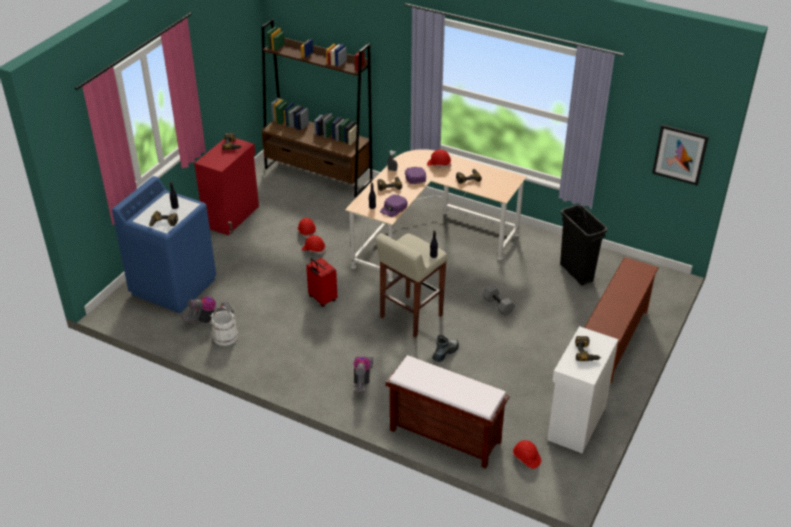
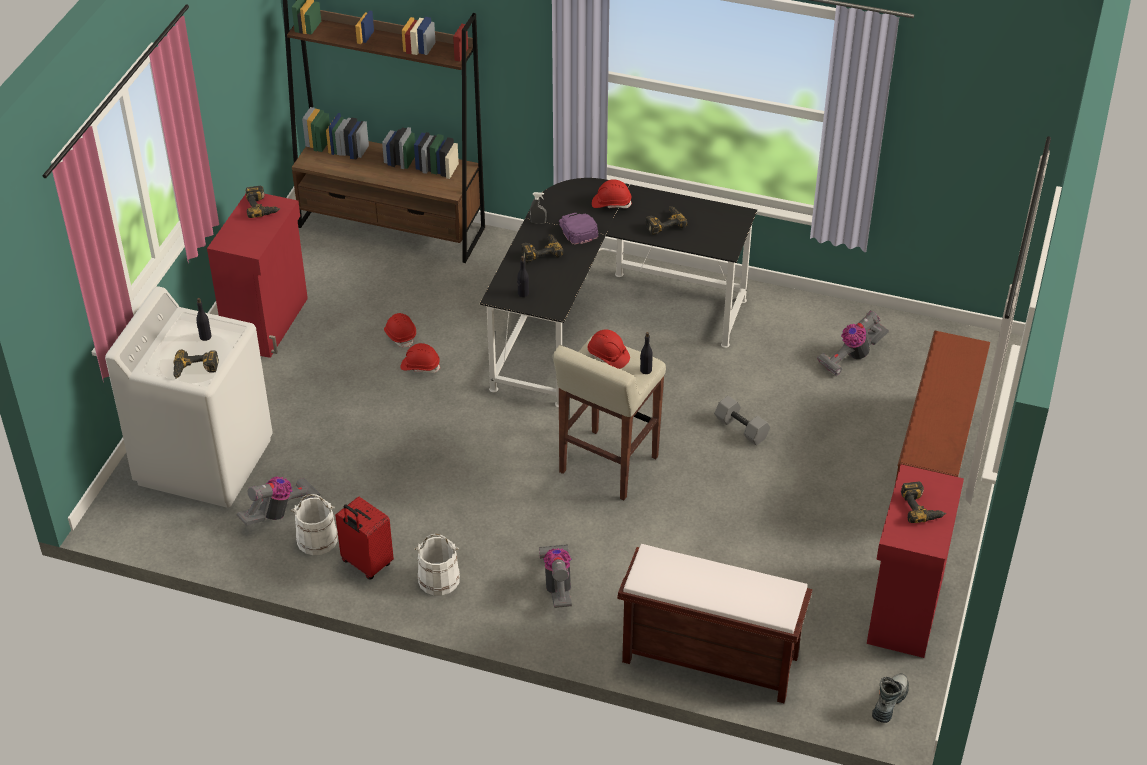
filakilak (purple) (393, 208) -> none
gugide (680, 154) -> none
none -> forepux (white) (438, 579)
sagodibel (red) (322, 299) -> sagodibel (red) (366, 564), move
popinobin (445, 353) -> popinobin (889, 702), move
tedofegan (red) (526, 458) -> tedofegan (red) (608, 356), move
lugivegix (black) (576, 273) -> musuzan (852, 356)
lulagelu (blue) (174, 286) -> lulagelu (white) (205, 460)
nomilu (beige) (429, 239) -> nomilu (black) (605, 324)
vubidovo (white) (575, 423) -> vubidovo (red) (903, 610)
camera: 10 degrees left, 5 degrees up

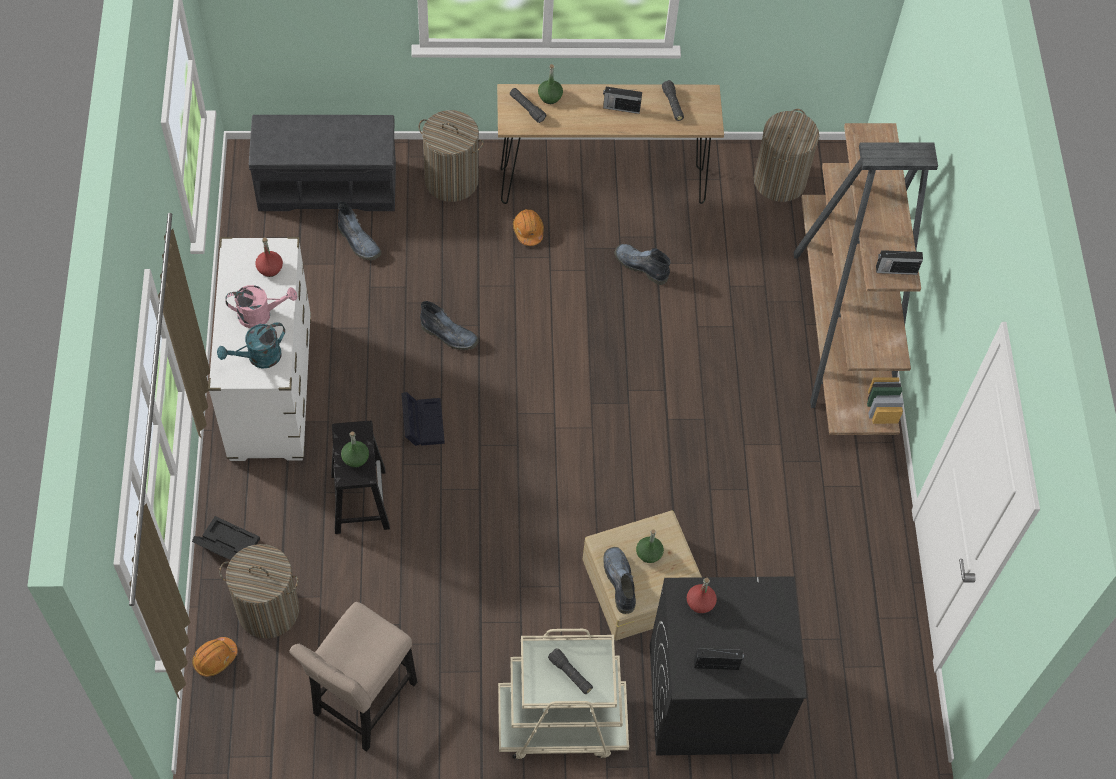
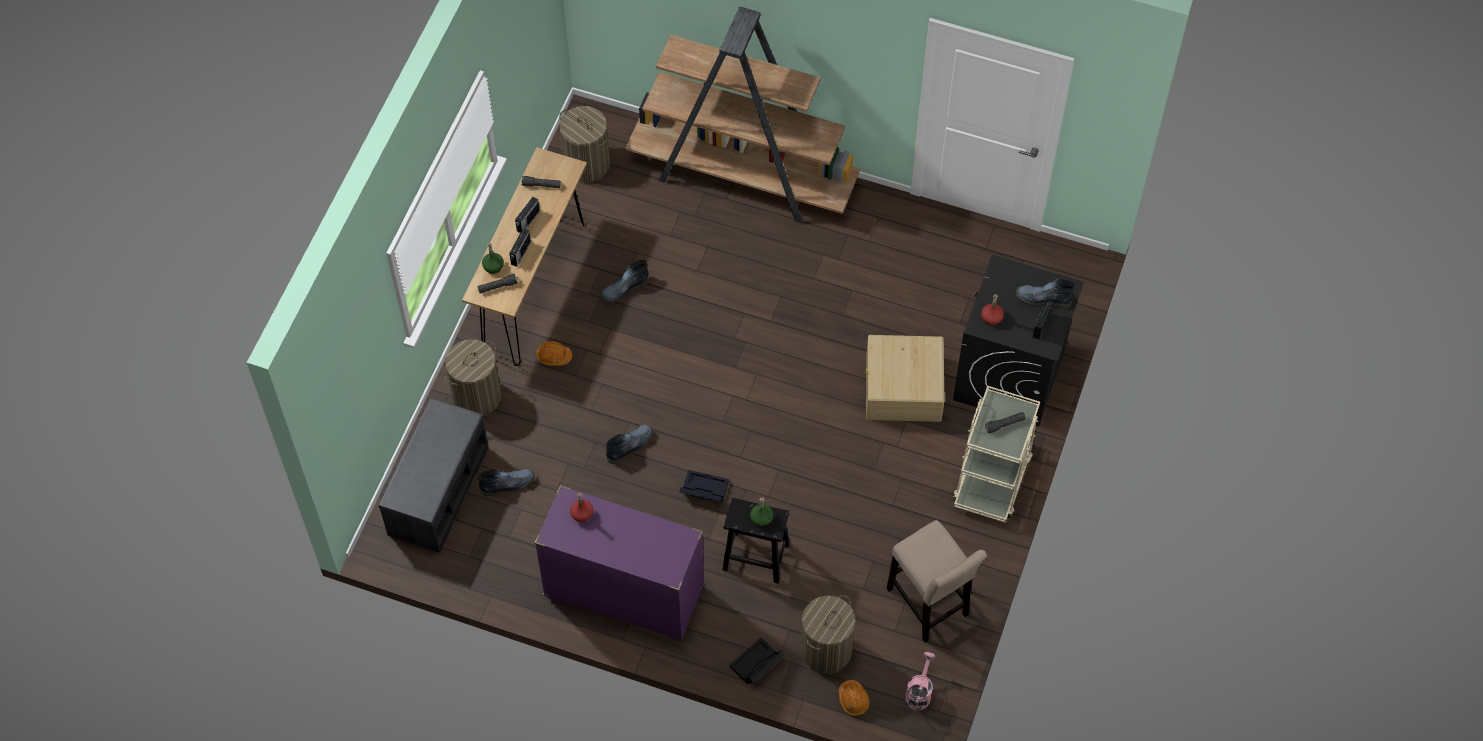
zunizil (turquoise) (258, 358) -> none
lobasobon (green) (649, 553) -> none
zunizil (pink) (261, 315) -> zunizil (pink) (919, 692), move
popinobin (619, 581) -> popinobin (1042, 298), move
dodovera (895, 270) -> dodovera (520, 253), move
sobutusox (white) (270, 388) -> sobutusox (purple) (624, 592)
camera: 65 degrees left, 0 degrees up

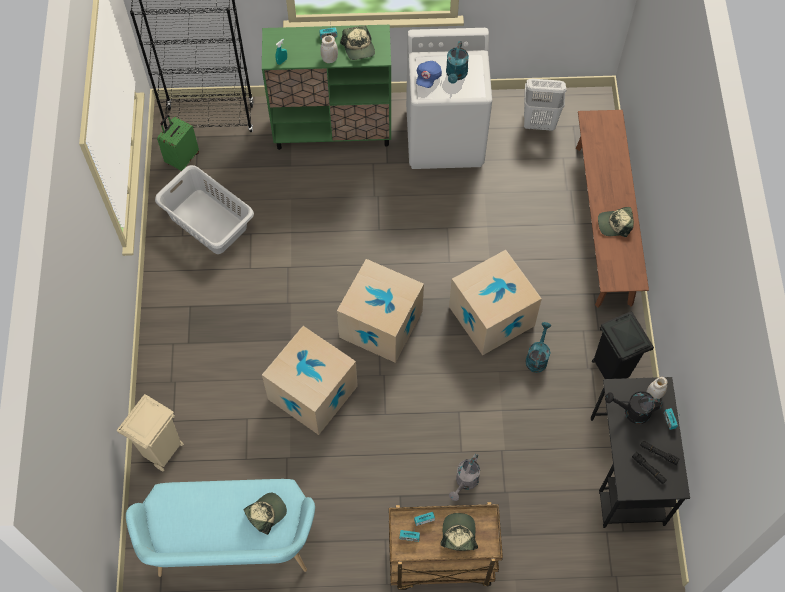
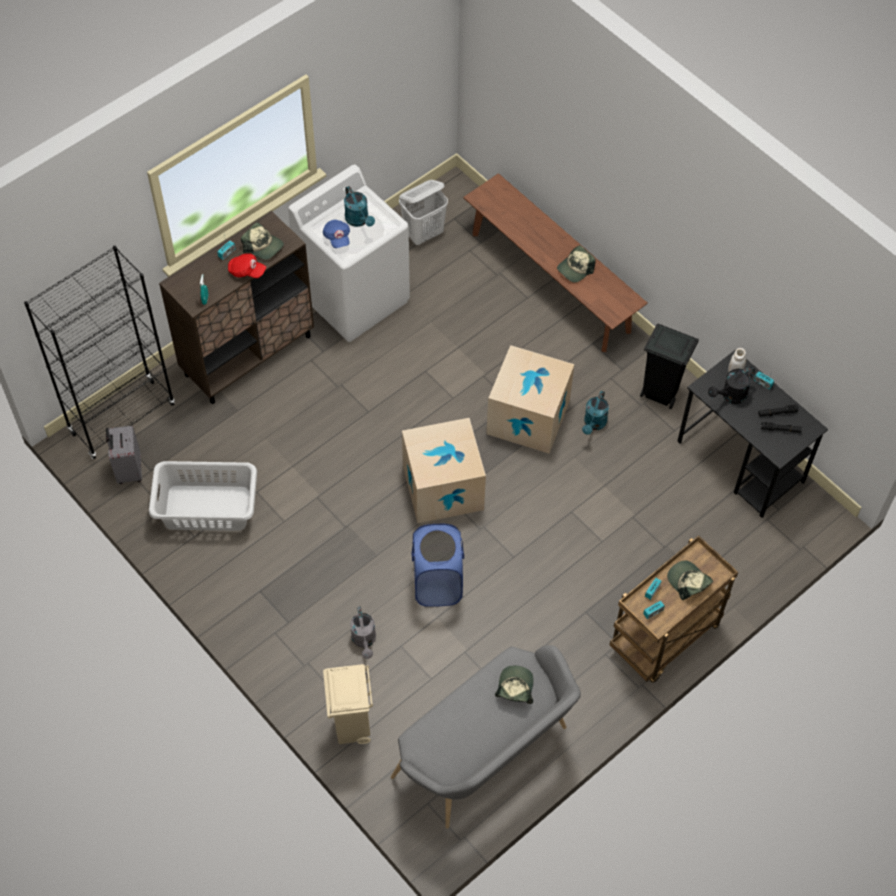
zunizil (grey) (465, 482) -> zunizil (grey) (364, 640), move
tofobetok (312, 392) -> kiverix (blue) (437, 584)
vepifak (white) (329, 59) -> filakilak (red) (246, 271)
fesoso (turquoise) (232, 546) -> fesoso (grey) (487, 756)
sagodibel (green) (182, 158) -> sagodibel (grey) (128, 470)
vubidovo (green) (333, 130) -> vubidovo (brown) (248, 355)
zunizil (turquoise) (537, 357) -> zunizil (turquoise) (594, 424), 135 degrees counterclockwise
camera: 40 degrees left, 5 degrees down

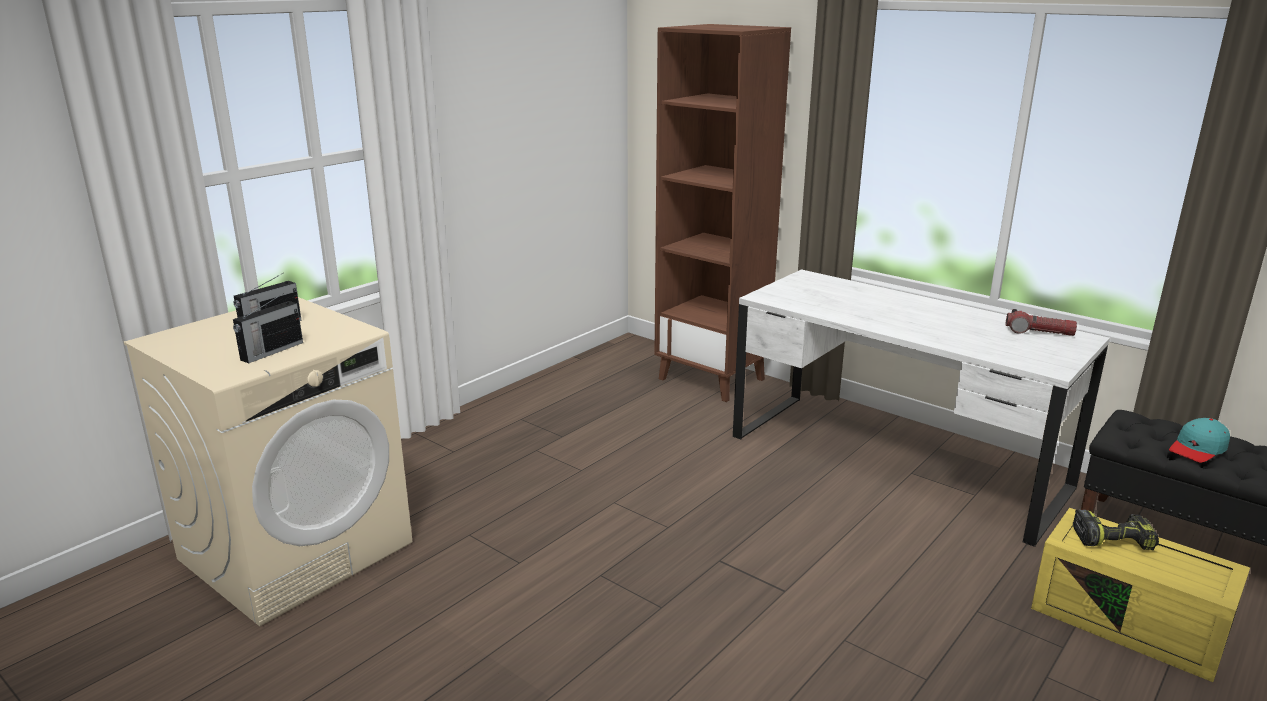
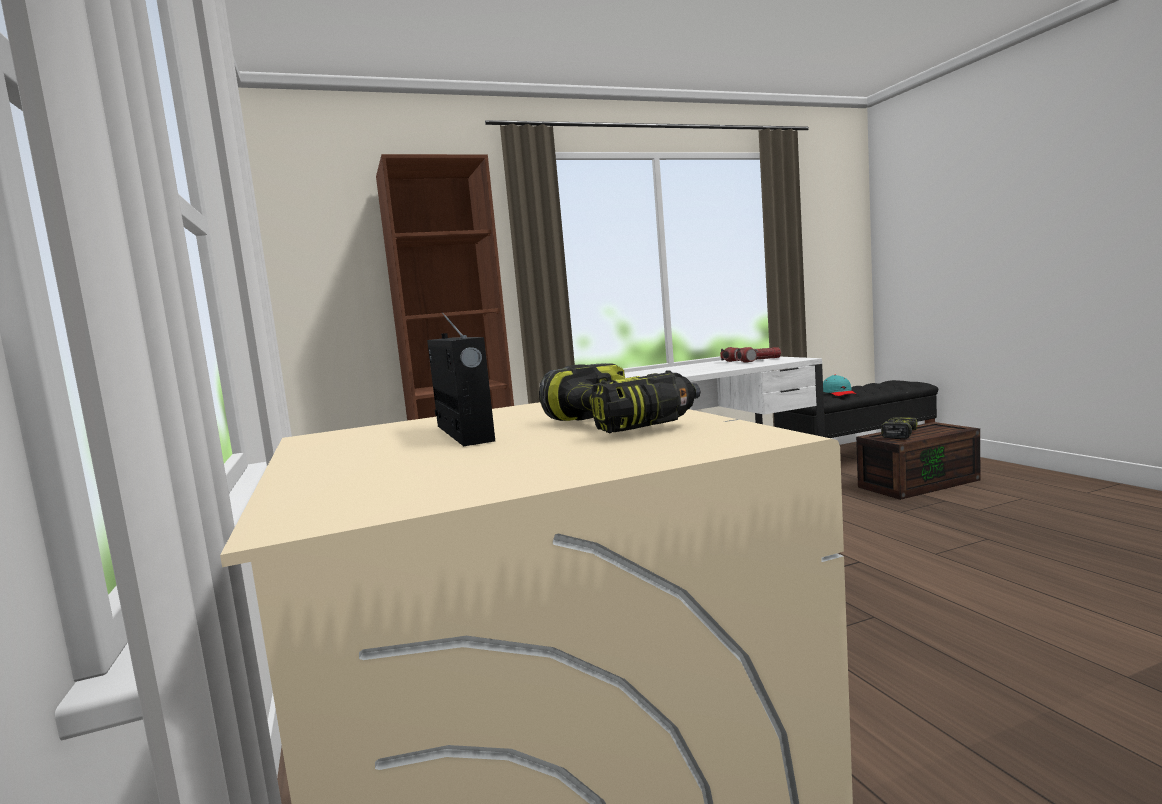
none -> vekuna (759, 360)
dodovera (271, 351) -> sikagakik (620, 423)
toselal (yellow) (1131, 621) -> toselal (brown) (918, 483)
camera: 60 degrees left, 15 degrees down

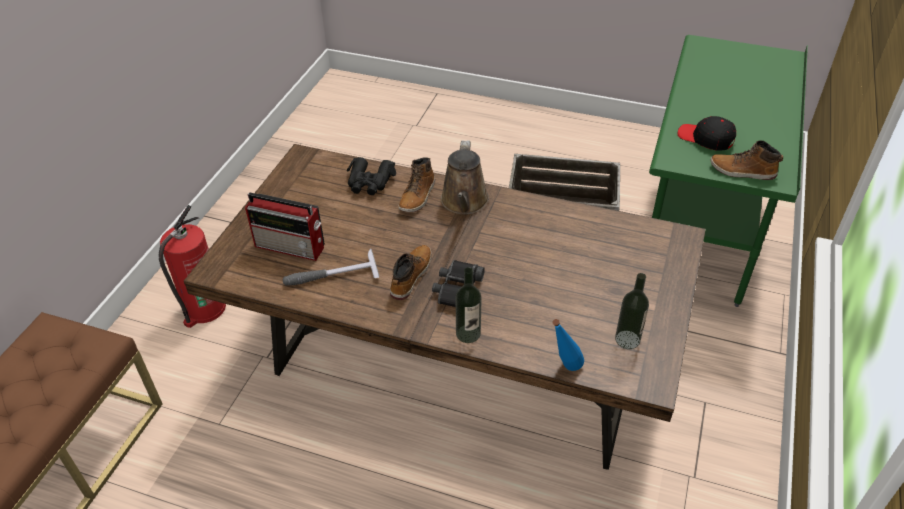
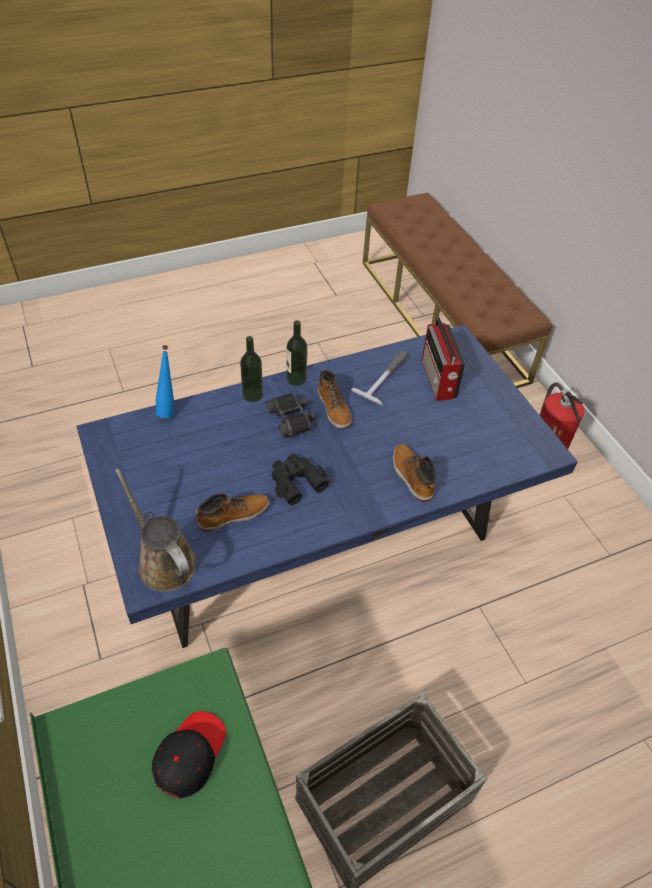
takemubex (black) (369, 182) -> takemubex (black) (296, 481), move
zunizil (brown) (464, 202) -> zunizil (brown) (164, 561), move
lobasobon (627, 339) -> lobasobon (296, 379), move
popinobin (742, 171) -> popinobin (233, 515), move
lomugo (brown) (455, 371) -> lomugo (blue) (319, 545)
dodovera (291, 247) -> dodovera (438, 380), 75 degrees counterclockwise
filakilak (black) (706, 138) -> filakilak (black) (189, 755), 60 degrees counterclockwise
camera: 135 degrees right, 5 degrees up

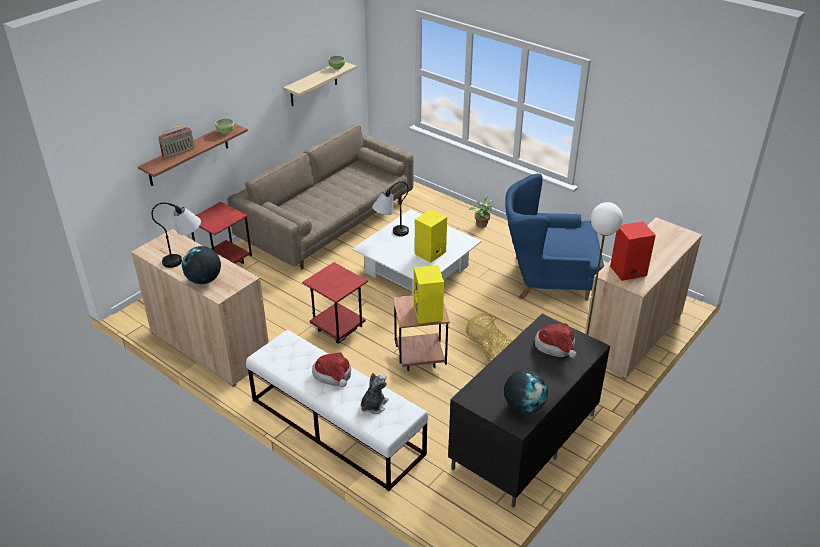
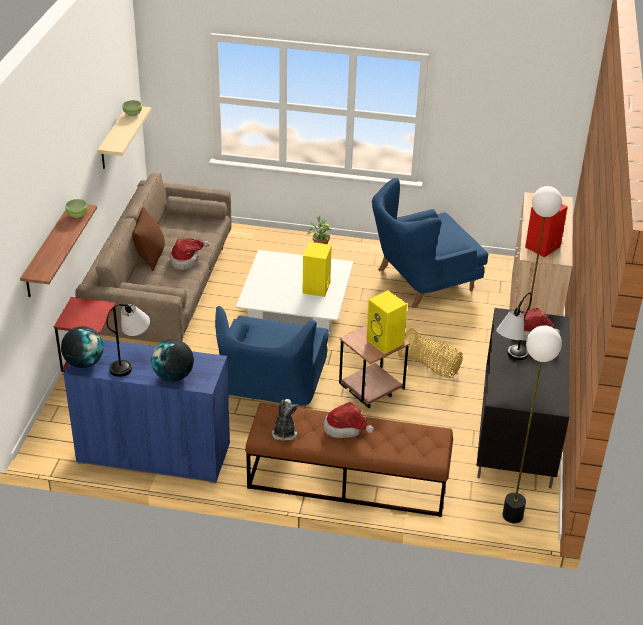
dodovera (178, 152) -> none
none -> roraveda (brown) (150, 257)
none -> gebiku (186, 260)
none -> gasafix (512, 515)
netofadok (373, 405) -> netofadok (284, 433), move
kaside (390, 233) -> kaside (509, 360), move
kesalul (524, 406) -> kesalul (84, 363), move
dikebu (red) (337, 331) -> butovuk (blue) (270, 394)
vubidovo (beige) (210, 346) -> vubidovo (blue) (154, 453)
fesoso (white) (336, 426) -> fesoso (brown) (347, 481)
camera: 30 degrees left, 0 degrees up

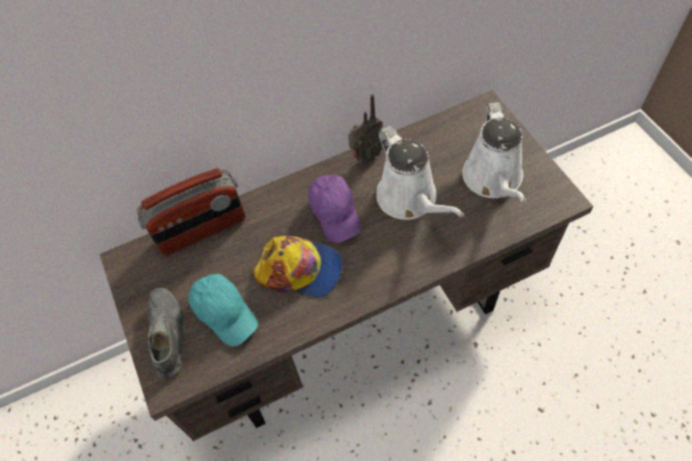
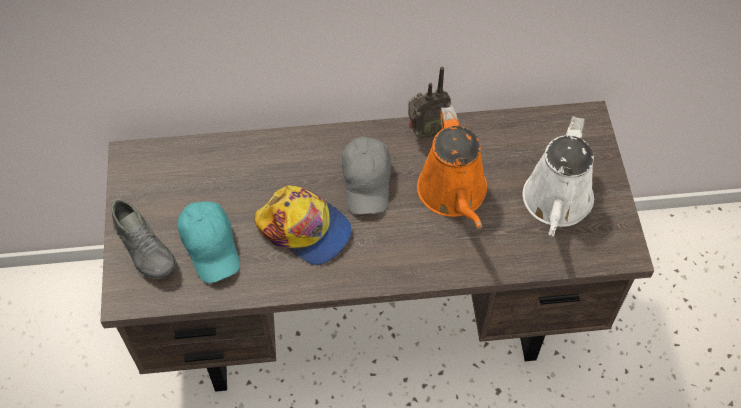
dodovera (202, 230) -> none
filakilak (purple) (335, 213) -> filakilak (grey) (367, 182)
zunizil (white) (410, 199) -> zunizil (orange) (453, 194)
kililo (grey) (167, 335) -> kililo (grey) (145, 248), 135 degrees clockwise
camera: 15 degrees right, 0 degrees up

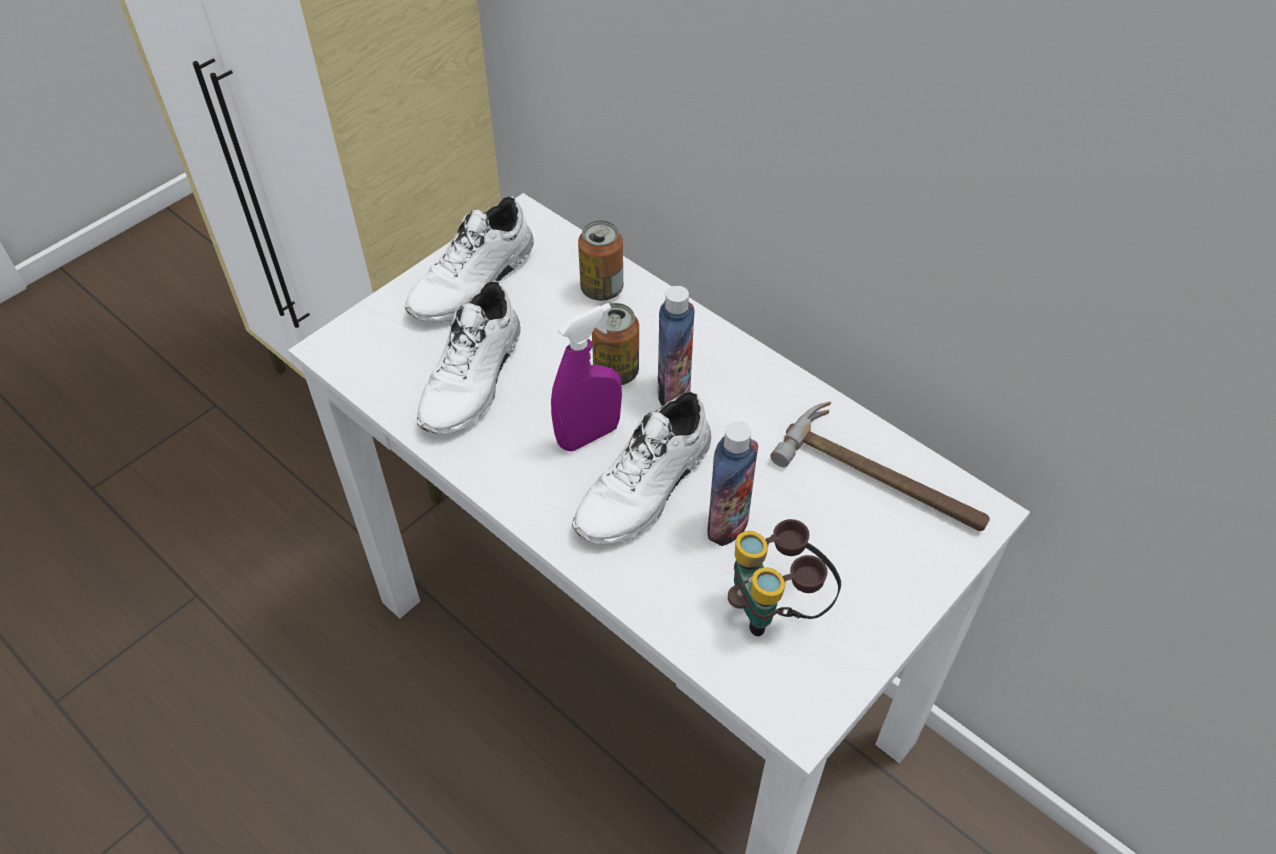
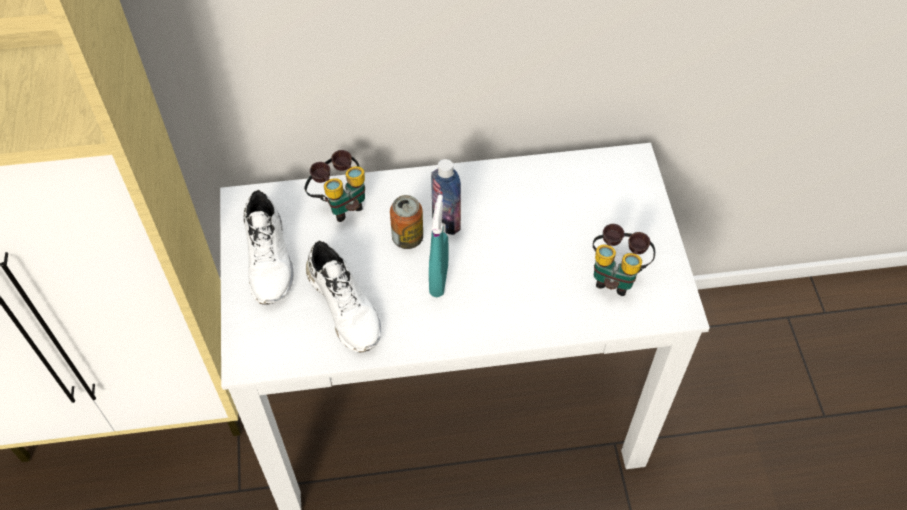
kililo (white) (646, 489) -> none
lobasobon (728, 524) -> none
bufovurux (884, 478) -> none
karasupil (602, 289) -> takemubex (340, 203)
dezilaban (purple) (588, 435) -> dezilaban (turquoise) (439, 280)
camera: 50 degrees left, 5 degrees up

